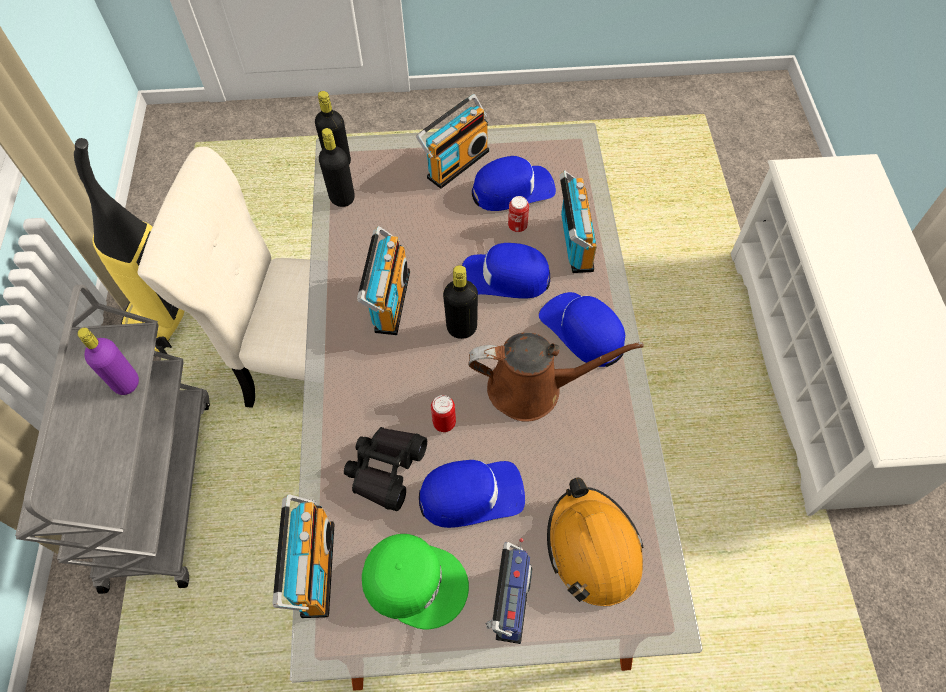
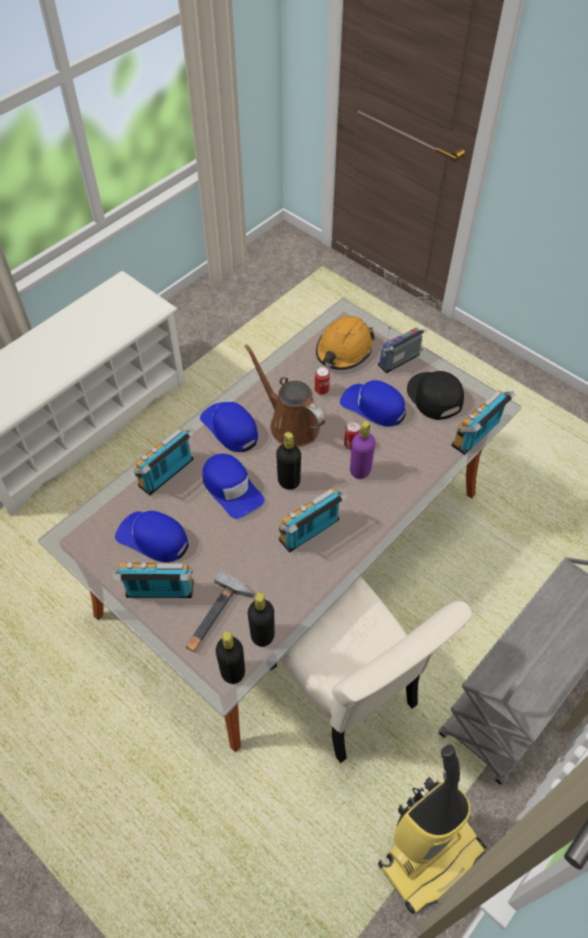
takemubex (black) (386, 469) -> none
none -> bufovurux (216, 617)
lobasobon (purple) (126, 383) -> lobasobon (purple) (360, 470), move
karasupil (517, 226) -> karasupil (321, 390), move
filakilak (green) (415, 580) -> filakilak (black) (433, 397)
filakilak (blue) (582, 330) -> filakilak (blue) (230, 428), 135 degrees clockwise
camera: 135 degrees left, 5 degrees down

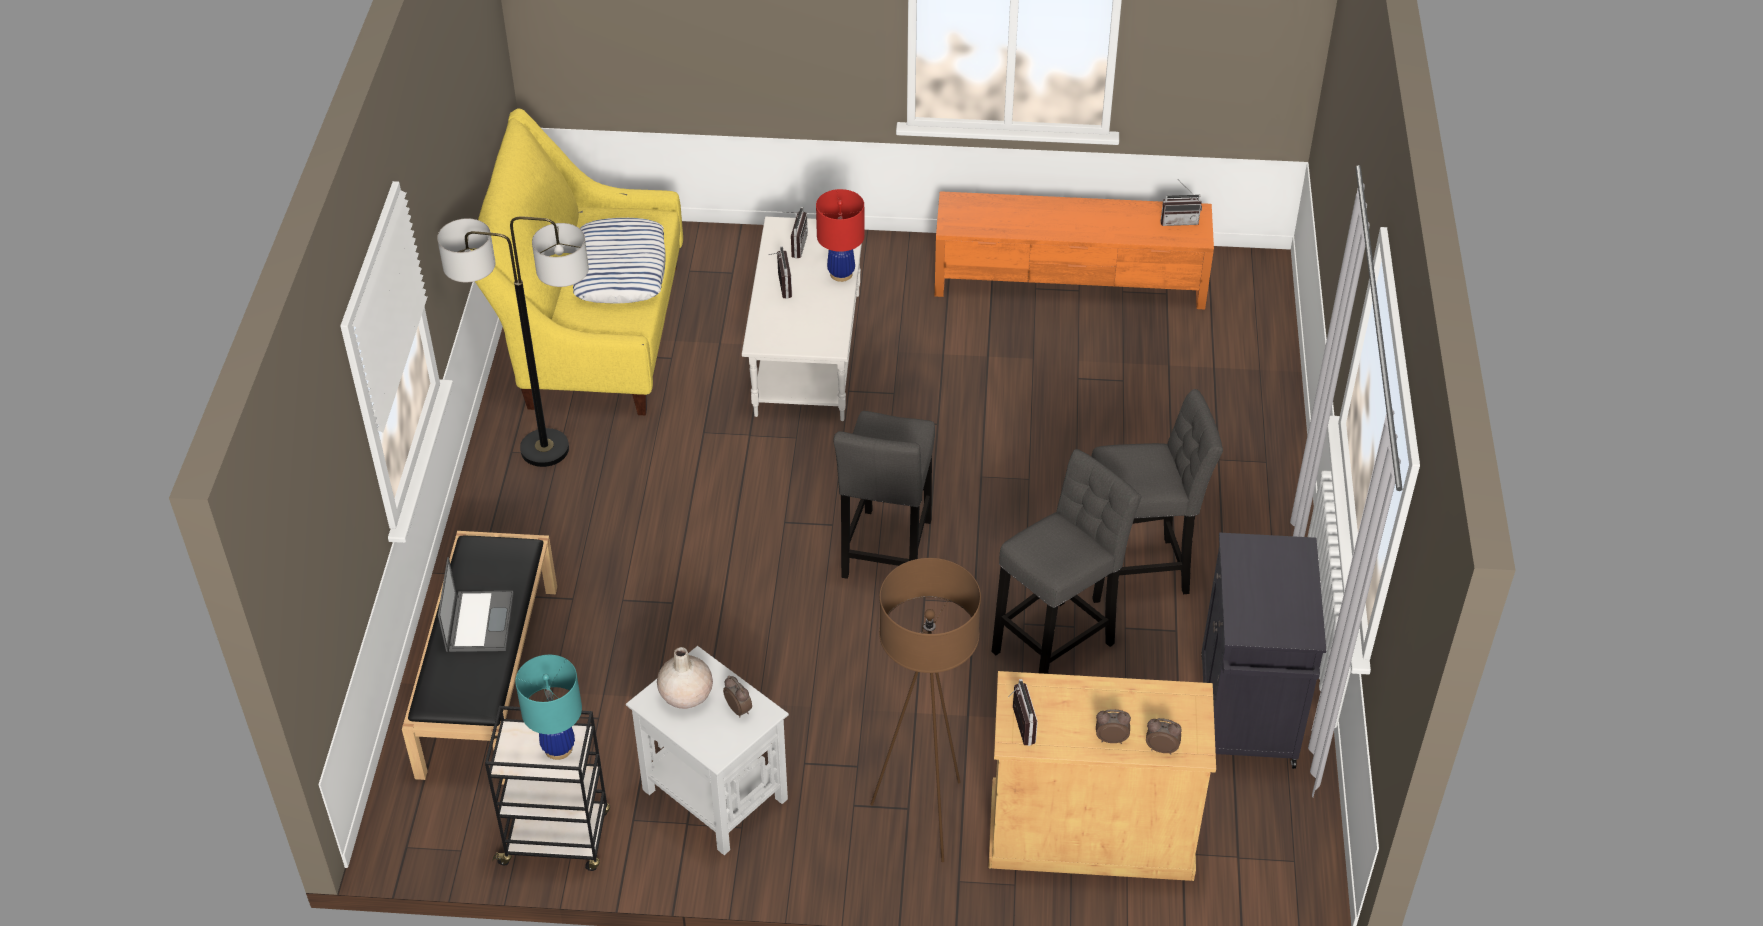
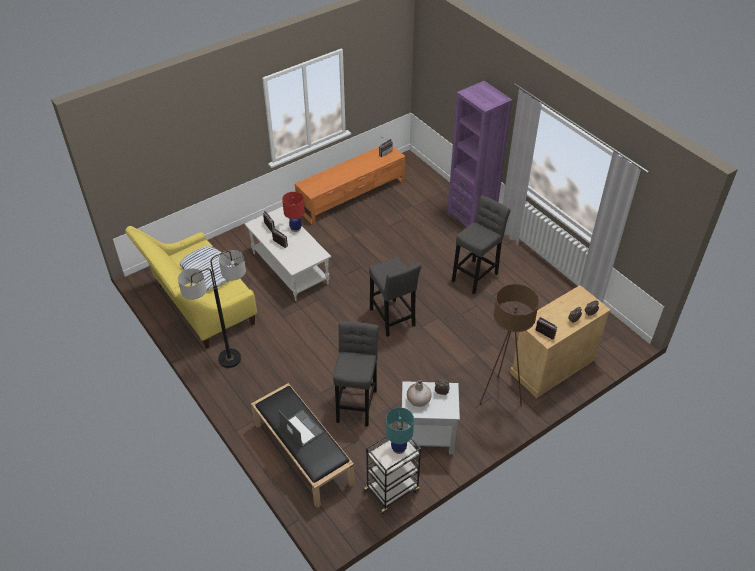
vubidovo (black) (1247, 714) -> none
none -> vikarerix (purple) (471, 218)
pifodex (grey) (1057, 643) -> pifodex (grey) (356, 403), move
camera: 40 degrees left, 0 degrees up

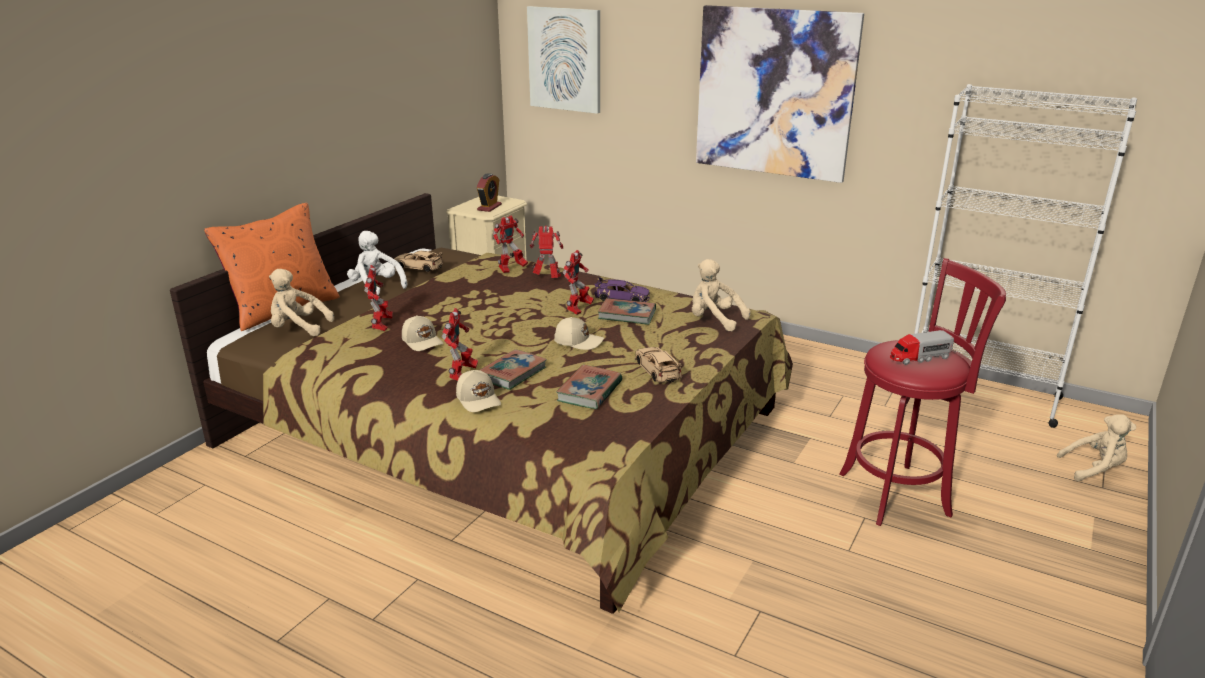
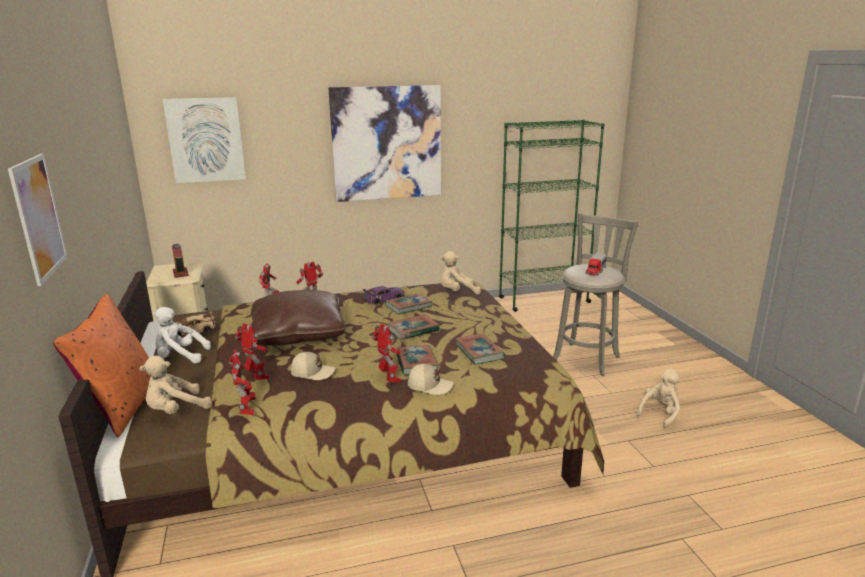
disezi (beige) (657, 370) -> none
none -> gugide (39, 217)
none -> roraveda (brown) (298, 334)
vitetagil (578, 309) -> vitetagil (247, 409), move
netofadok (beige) (1094, 469) -> netofadok (beige) (660, 413), move
filakilak (beige) (578, 341) -> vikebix (413, 330)
pifodex (red) (899, 493) -> pifodex (grey) (587, 357)
vikarerix (white) (980, 394) -> vikarerix (green) (543, 300)
camera: 45 degrees left, 5 degrees down

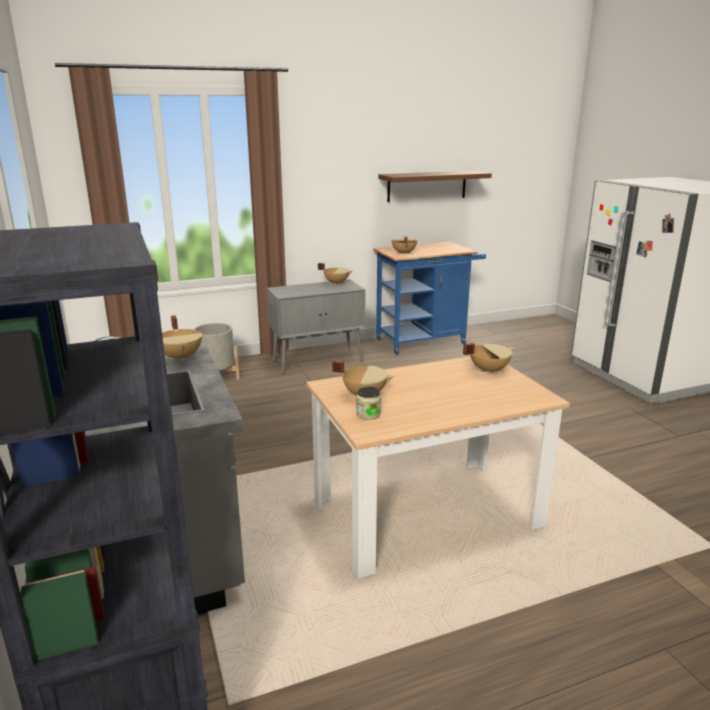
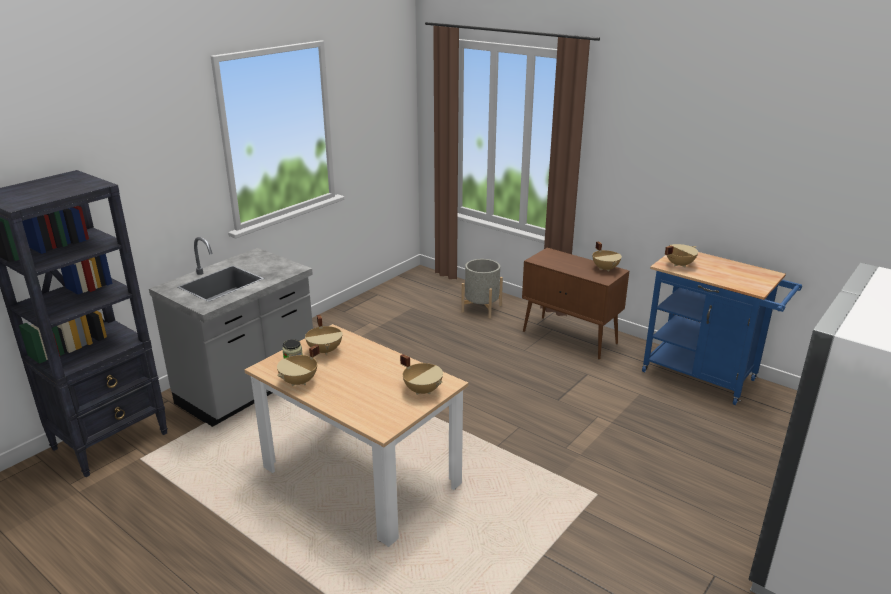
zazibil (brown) (427, 186) -> none
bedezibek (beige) (181, 357) -> bedezibek (beige) (299, 382), move
vubidovo (grey) (318, 361) -> vubidovo (brown) (570, 338)
camera: 60 degrees right, 5 degrees up

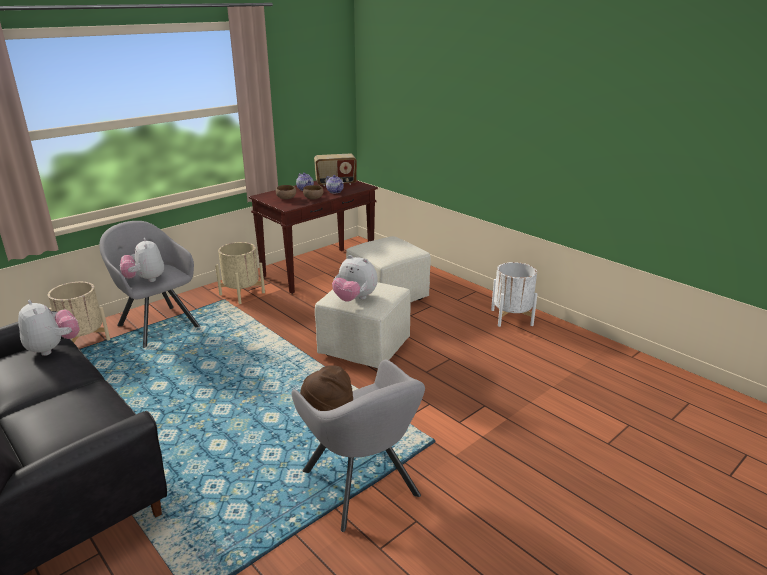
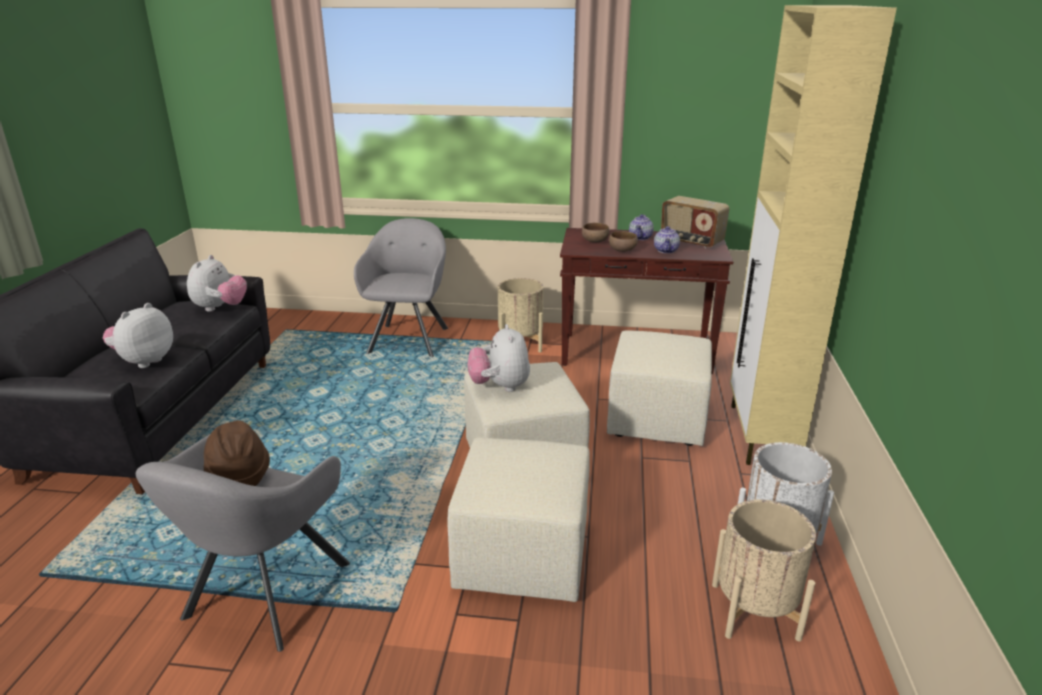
none -> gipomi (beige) (523, 559)
none -> vubidovo (beige) (761, 436)
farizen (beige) (84, 340) -> farizen (beige) (755, 611), move
netofadok (145, 279) -> netofadok (144, 361), move
camera: 50 degrees right, 0 degrees up

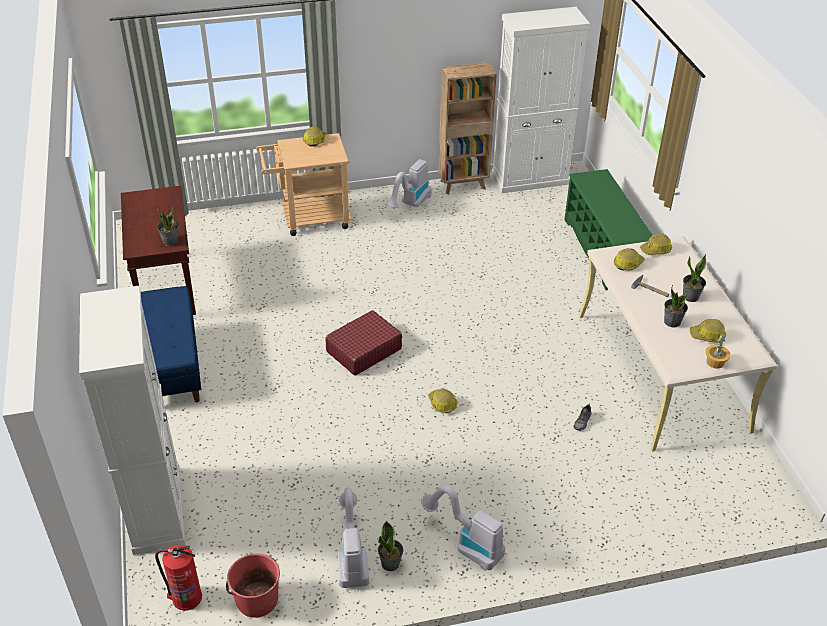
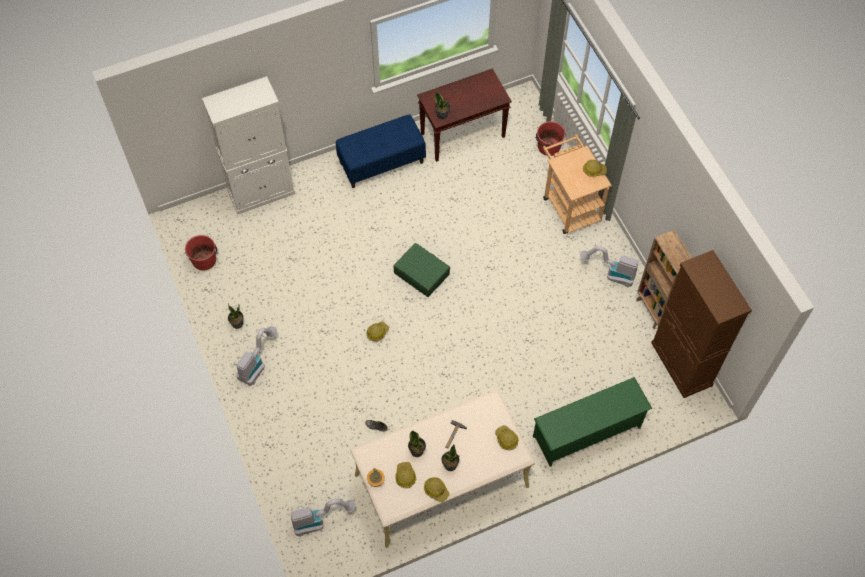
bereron (186, 597) -> none
none -> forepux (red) (548, 146)
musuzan (351, 556) -> musuzan (319, 520), move
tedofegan (628, 264) -> tedofegan (436, 490), move
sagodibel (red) (363, 350) -> sagodibel (green) (421, 273)
vubidovo (white) (530, 179) -> vubidovo (brown) (681, 364)
camera: 80 degrees right, 20 degrees up

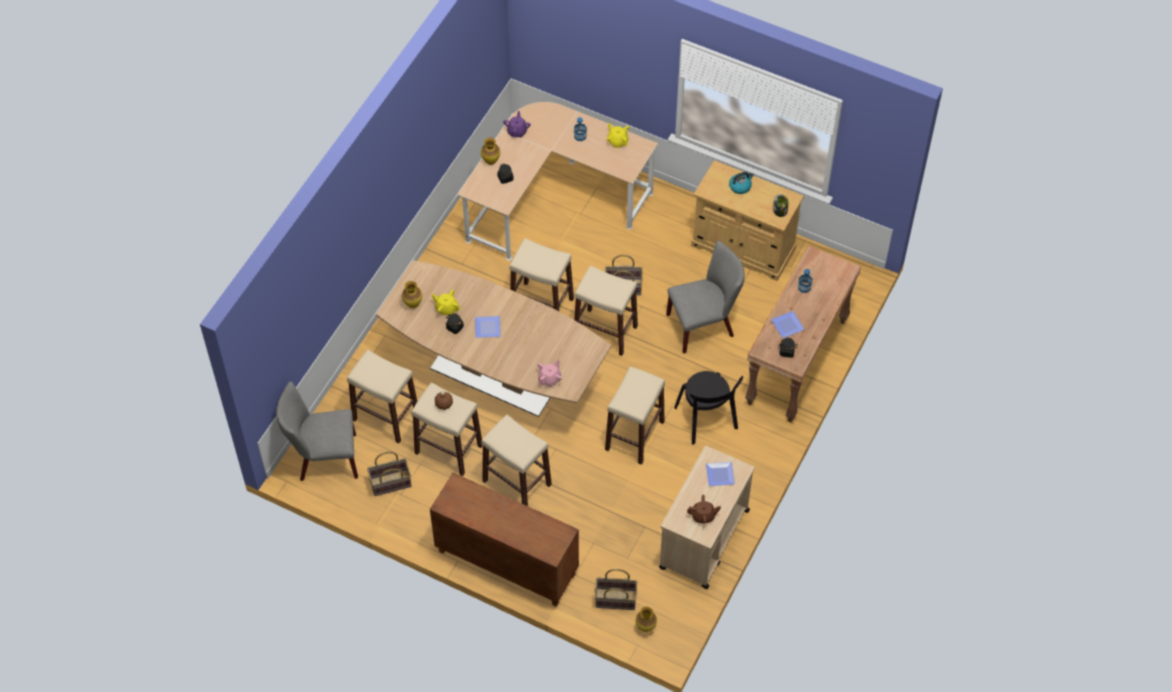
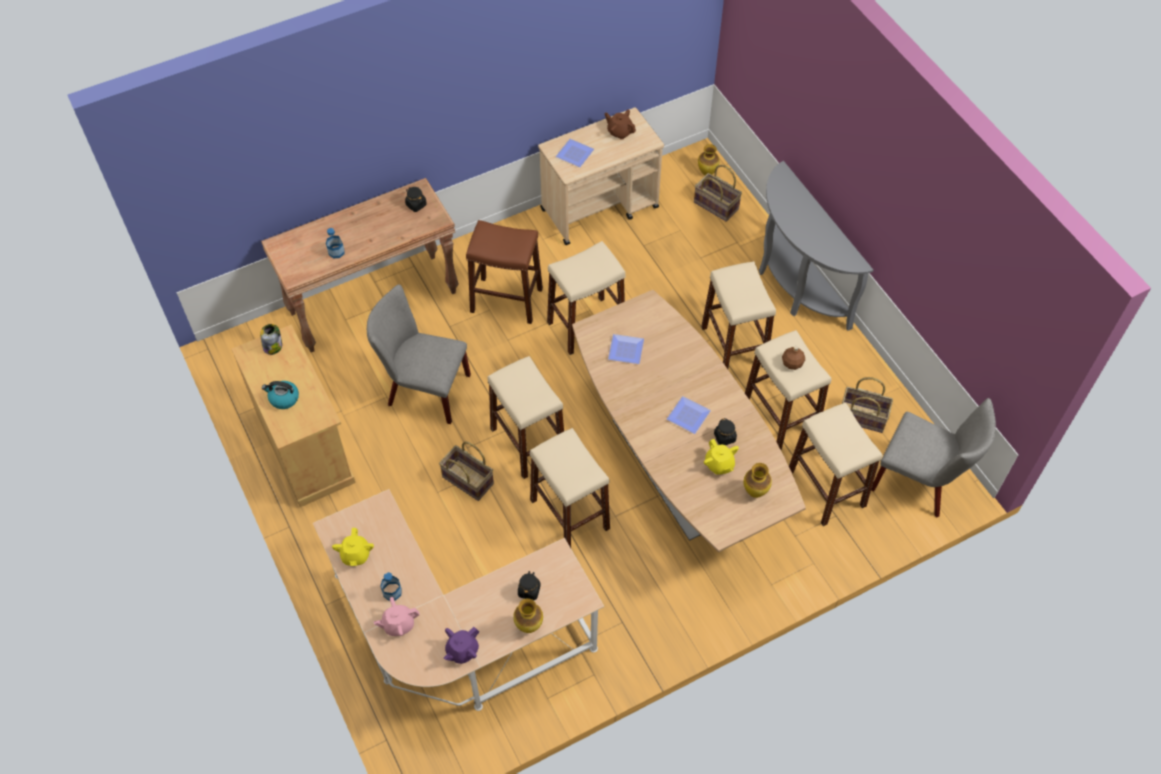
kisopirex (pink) (550, 379) -> kisopirex (pink) (398, 624), move
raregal (788, 324) -> raregal (624, 351), move
vubidovo (brown) (505, 563) -> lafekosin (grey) (794, 284)
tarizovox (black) (707, 420) -> pifodex (brown) (506, 300)
camera: 145 degrees left, 0 degrees up

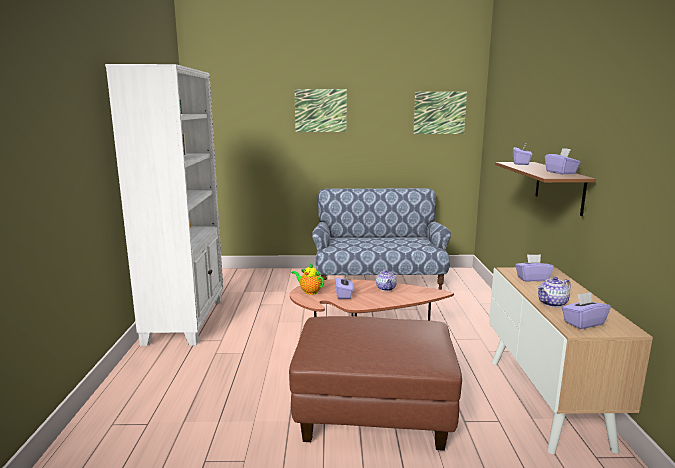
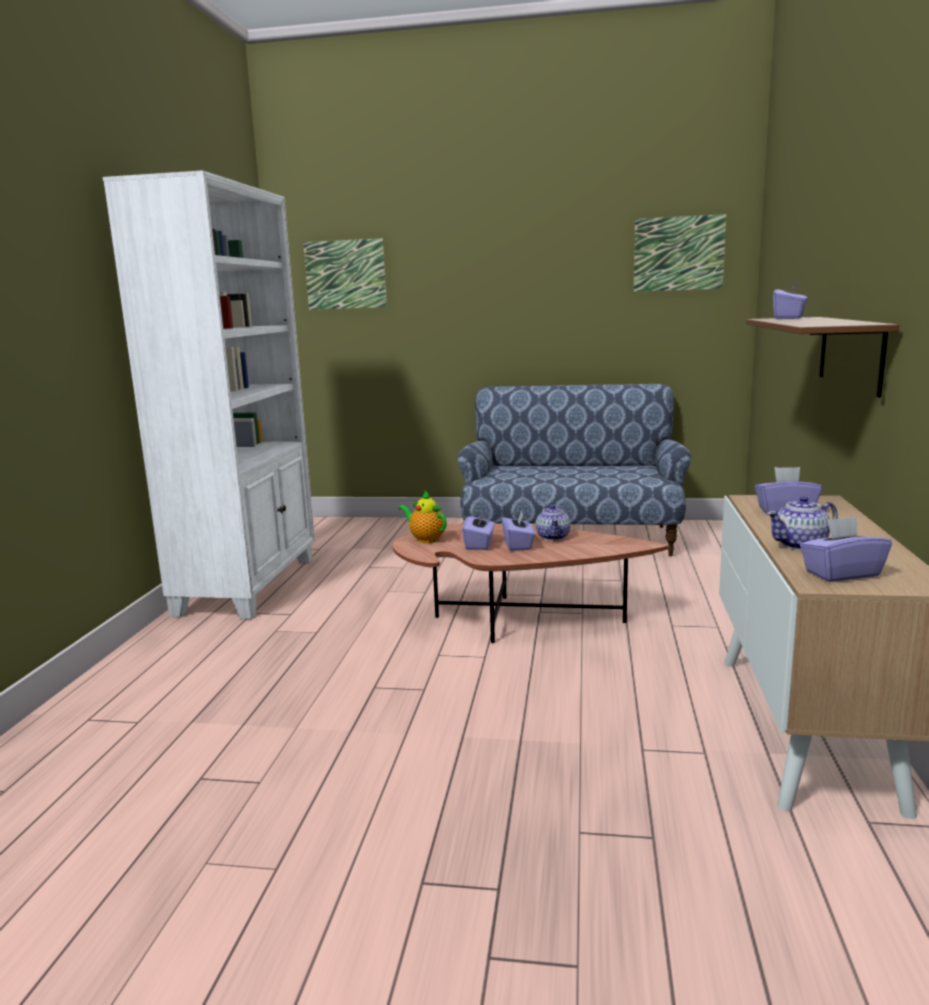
gipomi (brown) (374, 413) -> none
gugide (320, 110) -> gugide (345, 274), move
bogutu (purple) (561, 172) -> bogutu (purple) (518, 545), move
camera: 10 degrees right, 0 degrees up

